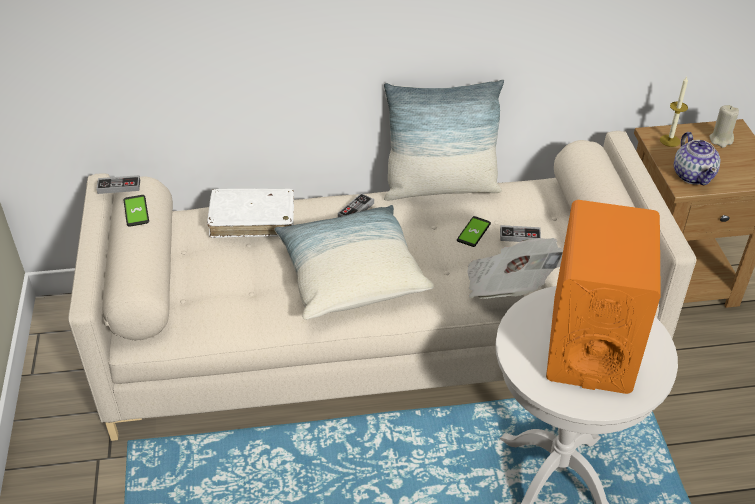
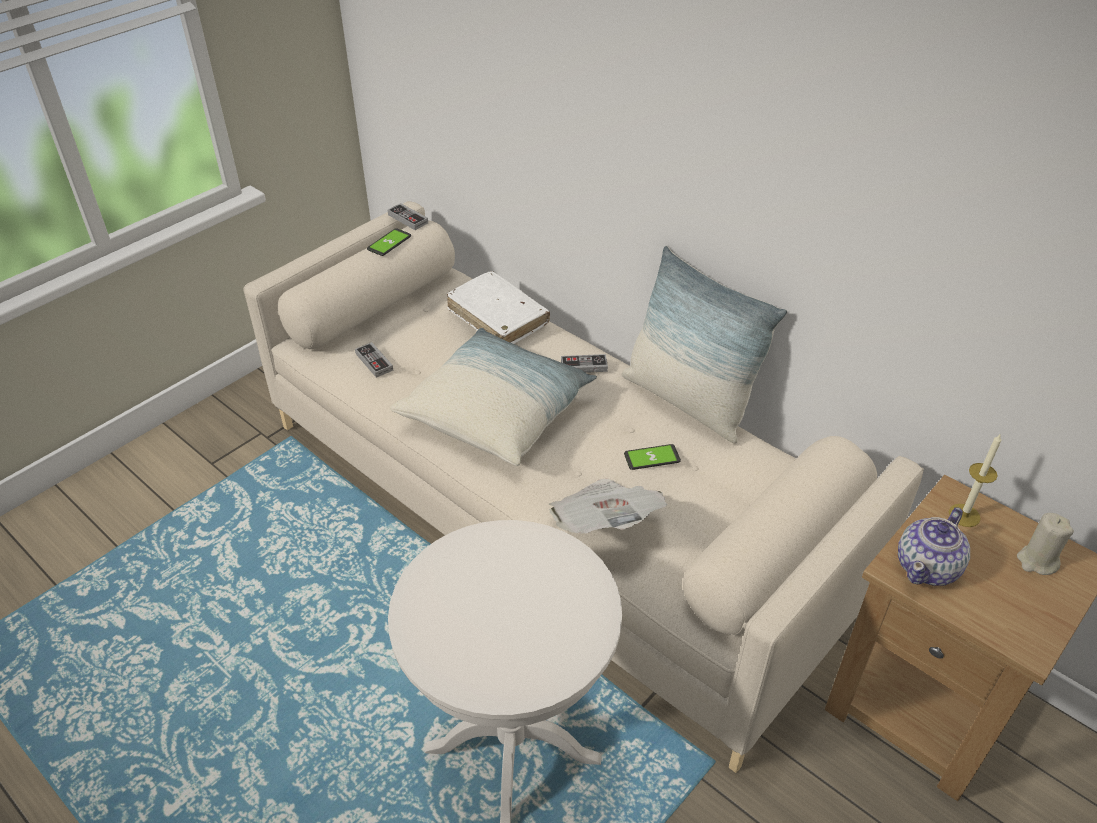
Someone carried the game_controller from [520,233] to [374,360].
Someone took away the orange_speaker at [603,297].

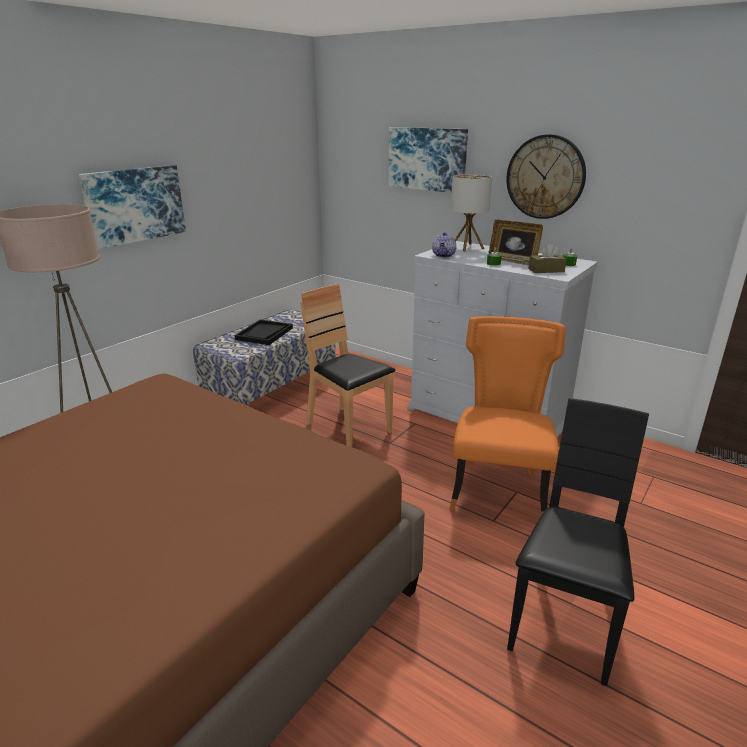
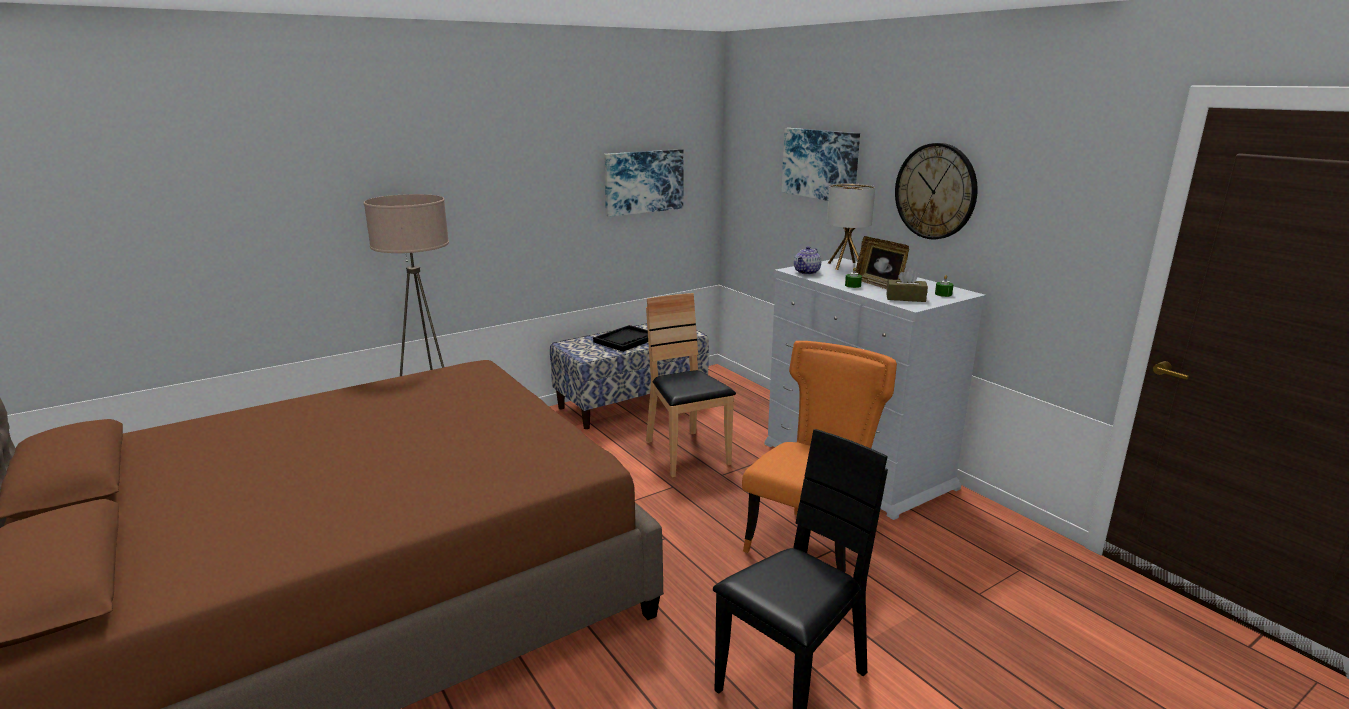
Someone carried the picture from [132,207] to [644,183].

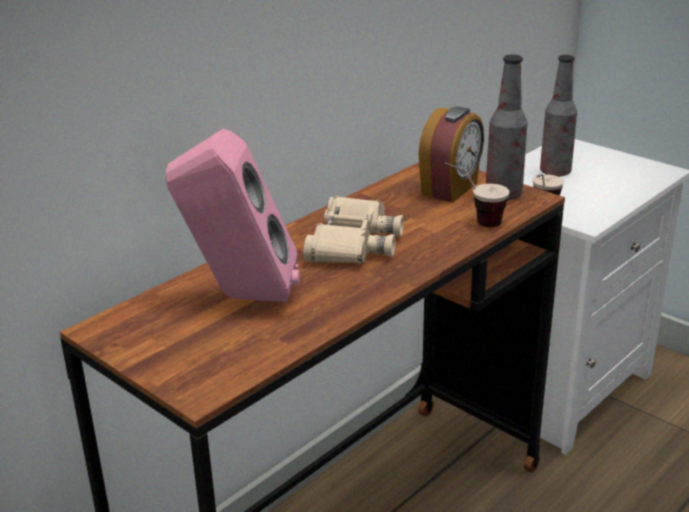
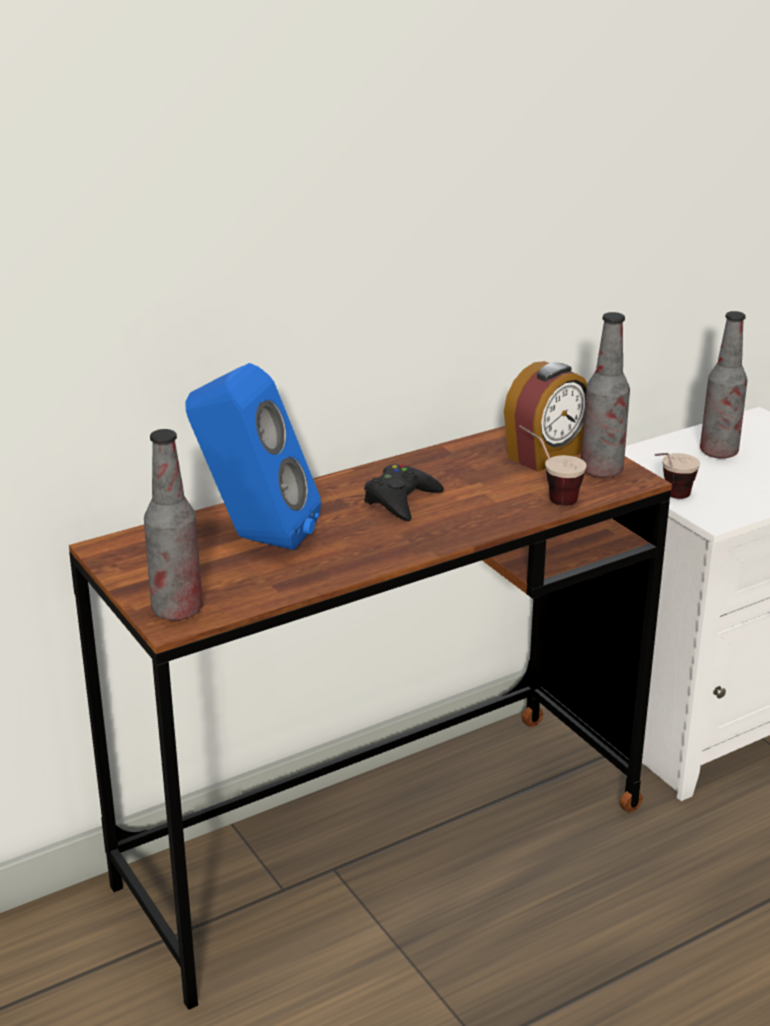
Someone put down the bottle at [173,525].
Someone repainted the pink_speaker at [233,215], which became the blue_speaker at [253,456].
Someone swapped the beige_binoculars at [353,229] for the black_game_controller at [404,492].

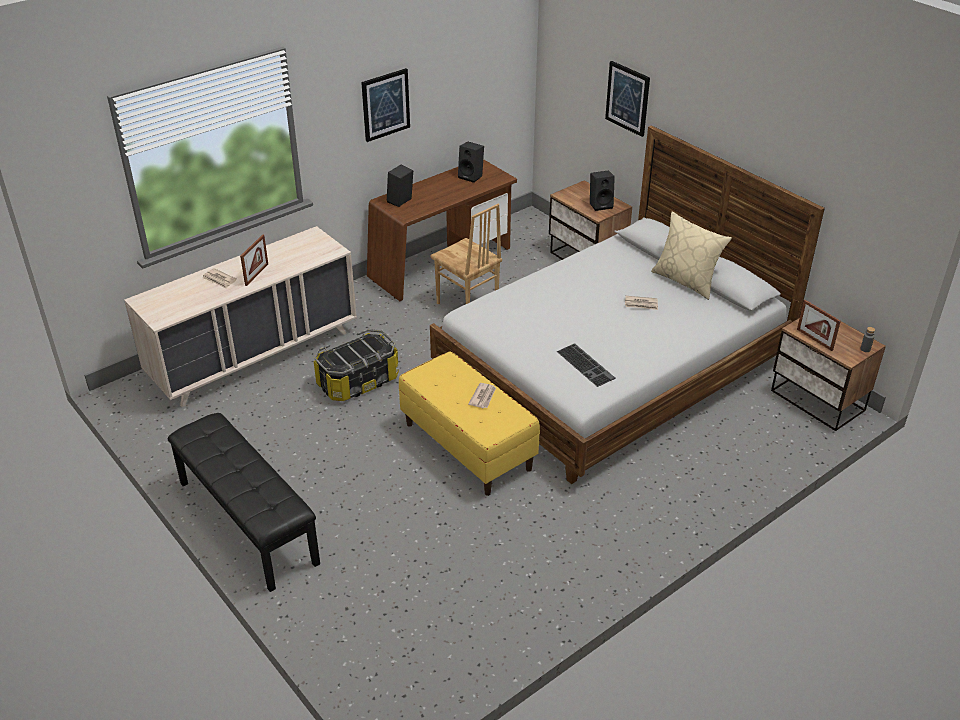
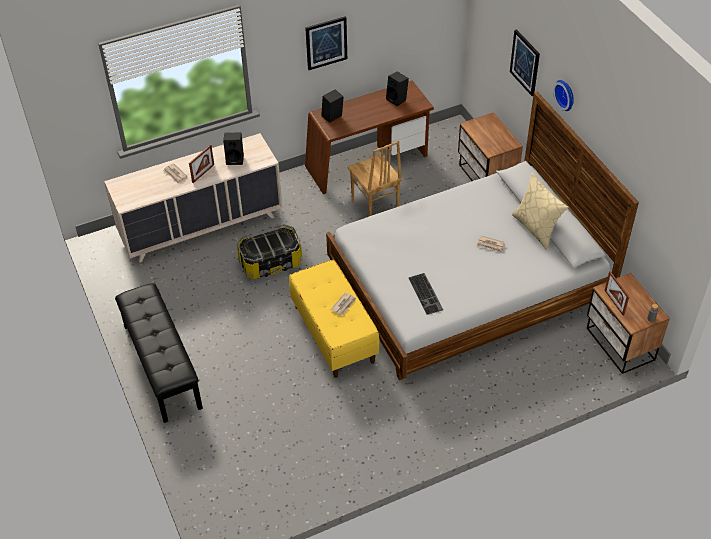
Someone carried the black_speaker from [602,190] to [233,149].
Someone put up the wall_clock at [563,95].

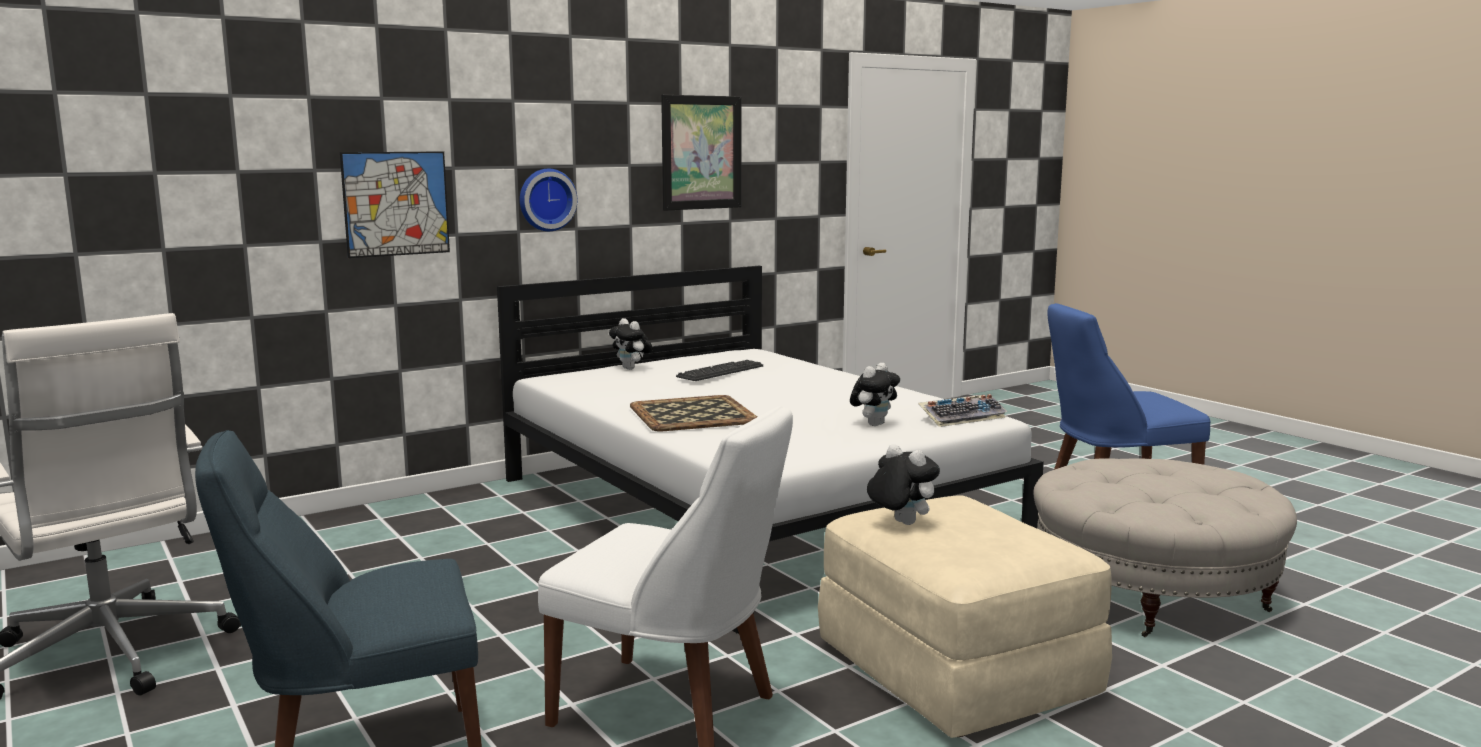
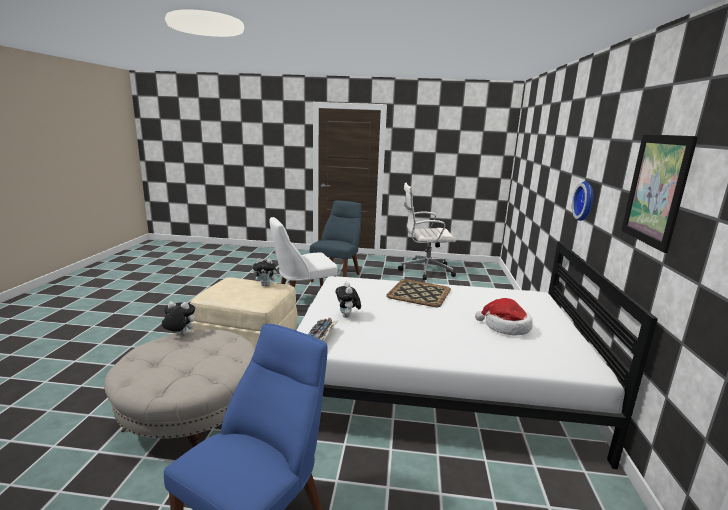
Someone carried the plush_toy from [631,344] to [178,318].
Someone swapped the keyboard at [719,370] for the hat at [504,316].
Someone took away the picture at [395,204].

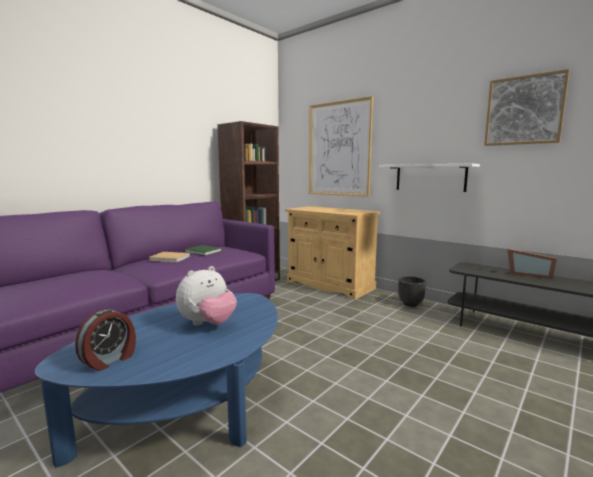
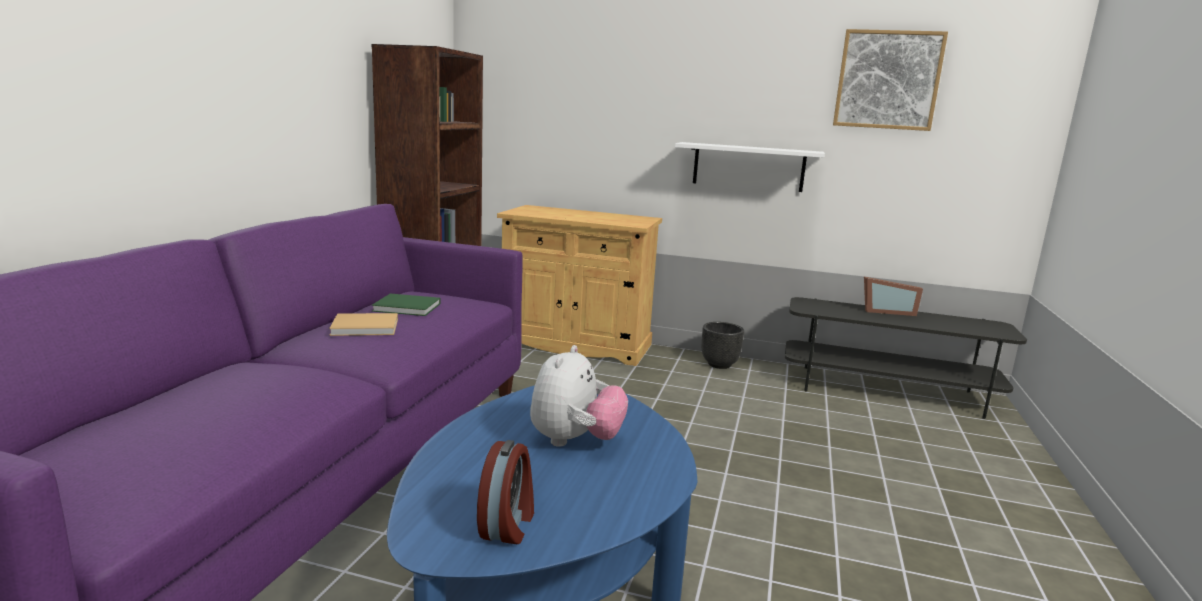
Someone took away the picture at [341,146].

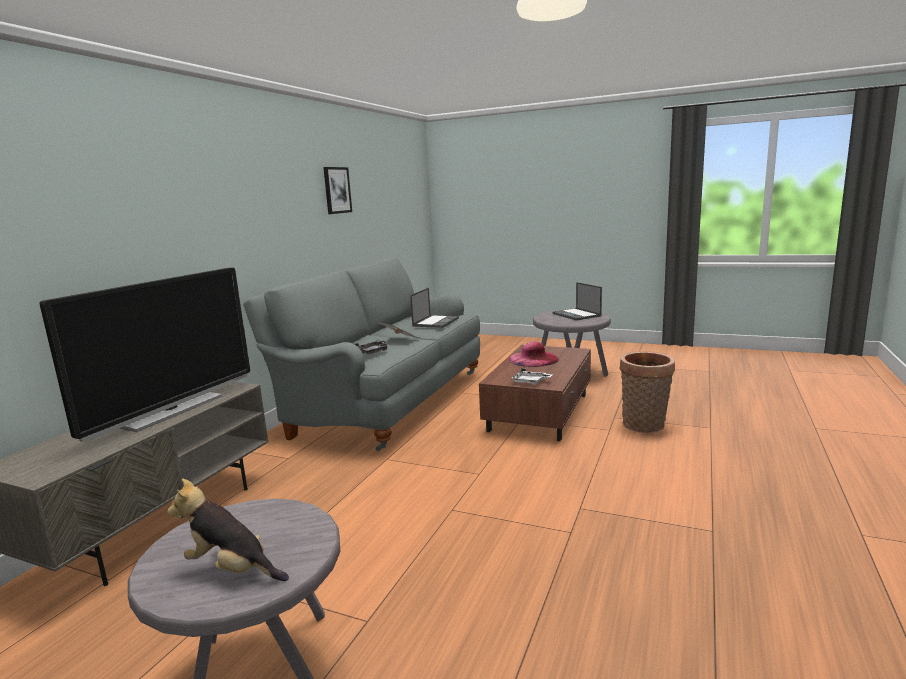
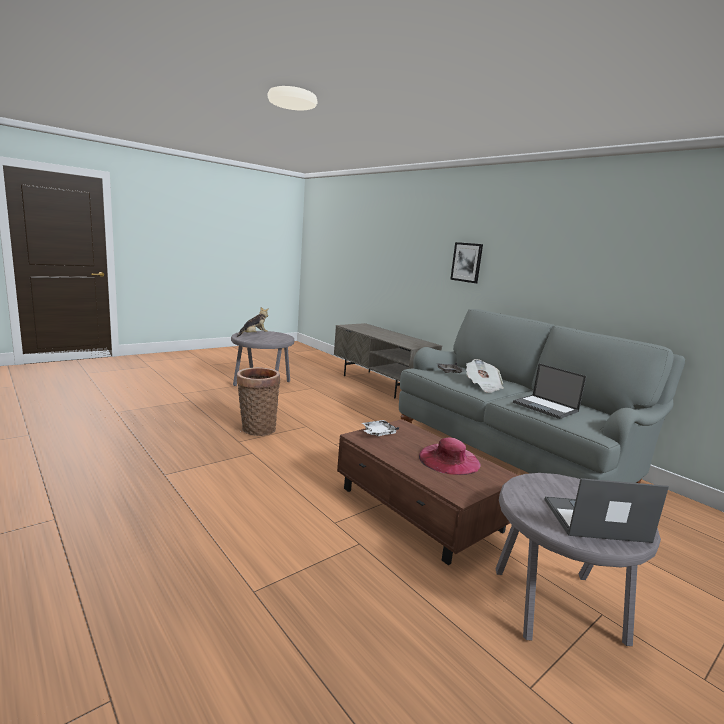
Someone carried the basket from [647,392] to [258,401].
Someone carried the picture from [337,190] to [466,262].
Someone took away the television at [144,355].

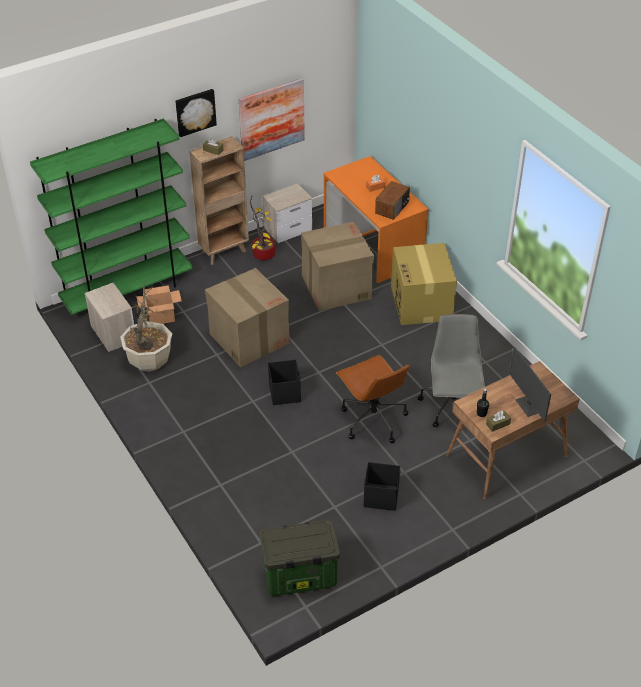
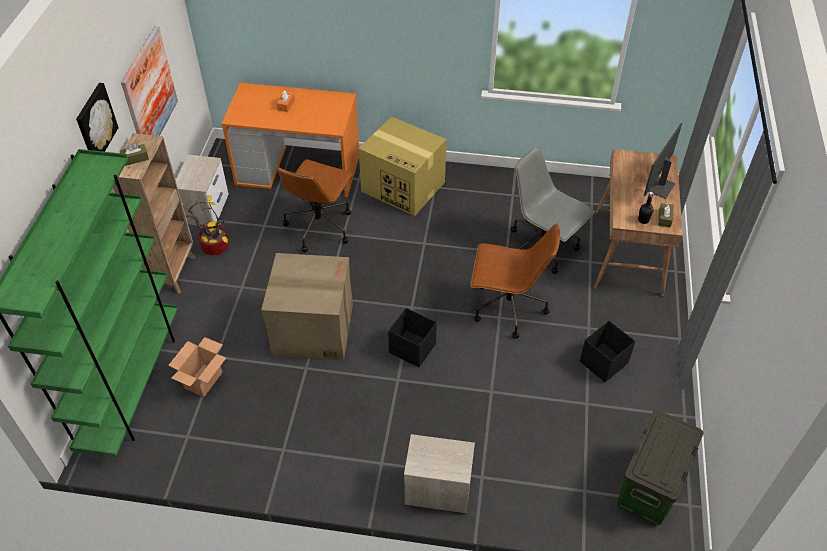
Someone swapped the cardboard_box at [337,266] for the brown_office_chair at [315,205].
Someone carried the nightstand from [109,318] to [439,474].
Someone rotated the monitor at [530,384] by 105 degrees clockwise.
Someone took away the potted_plant at [146,329].
Someone took away the radio at [392,200].

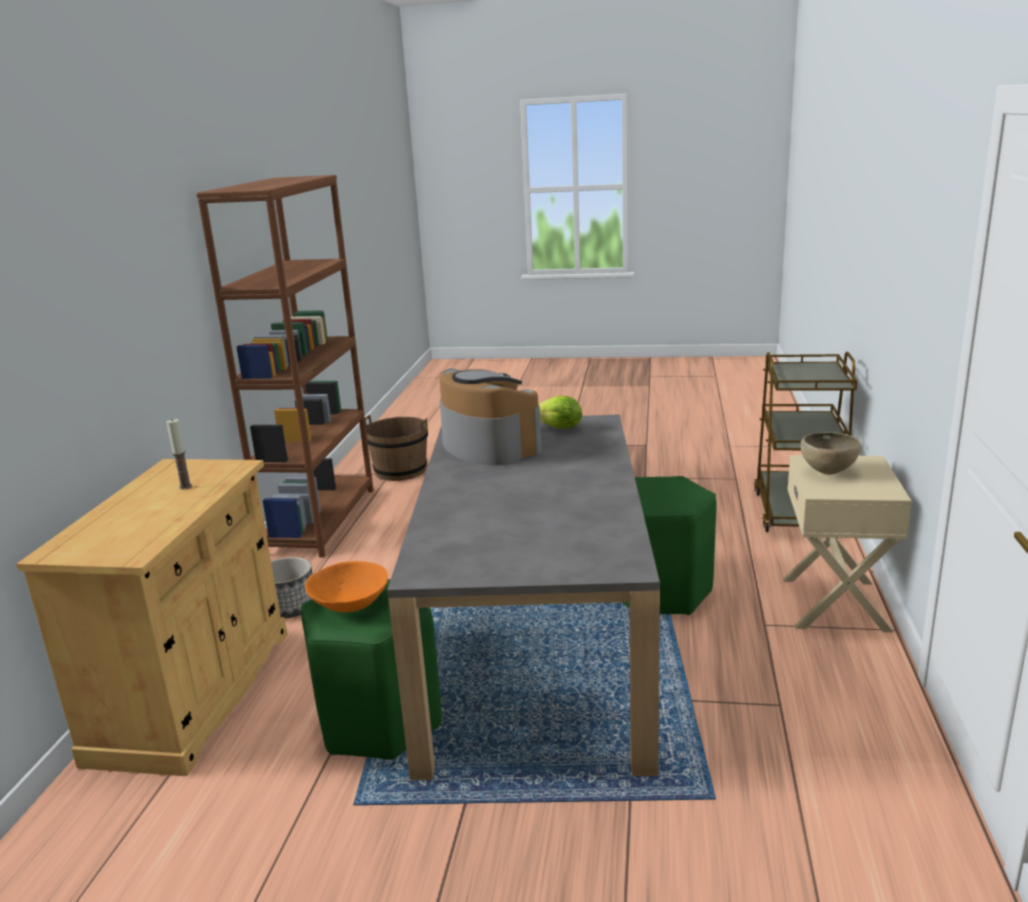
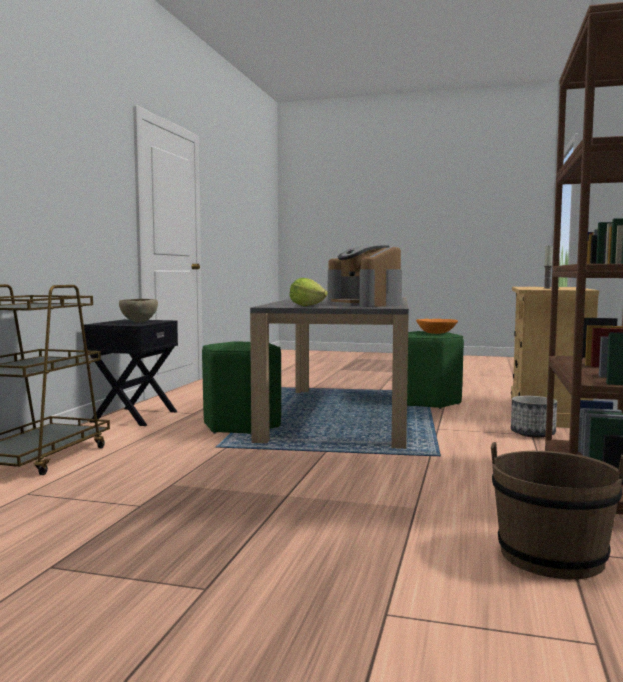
Someone repainted the beige_nightstand at [847,544], which became the black_nightstand at [131,372].

